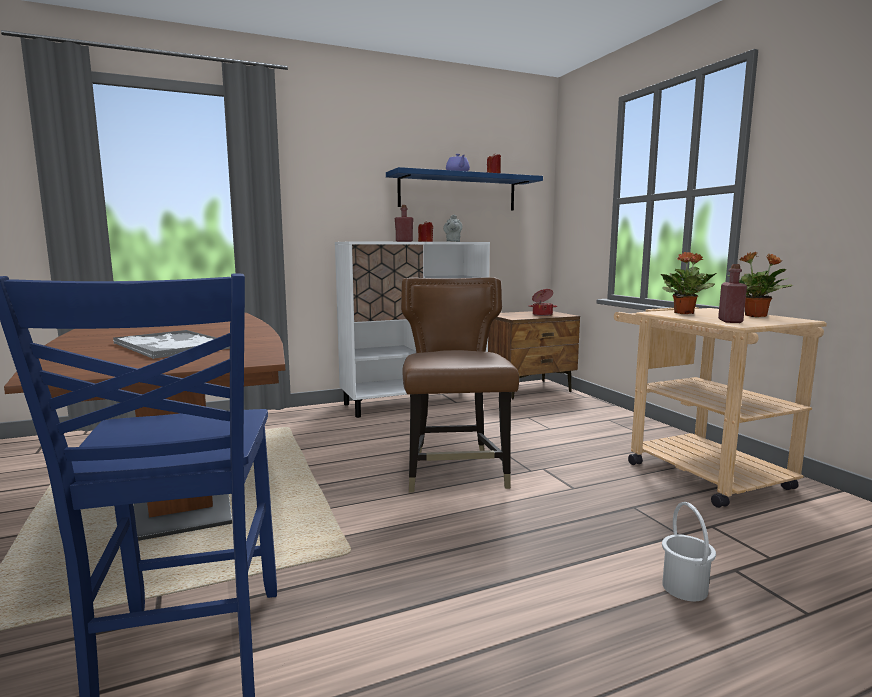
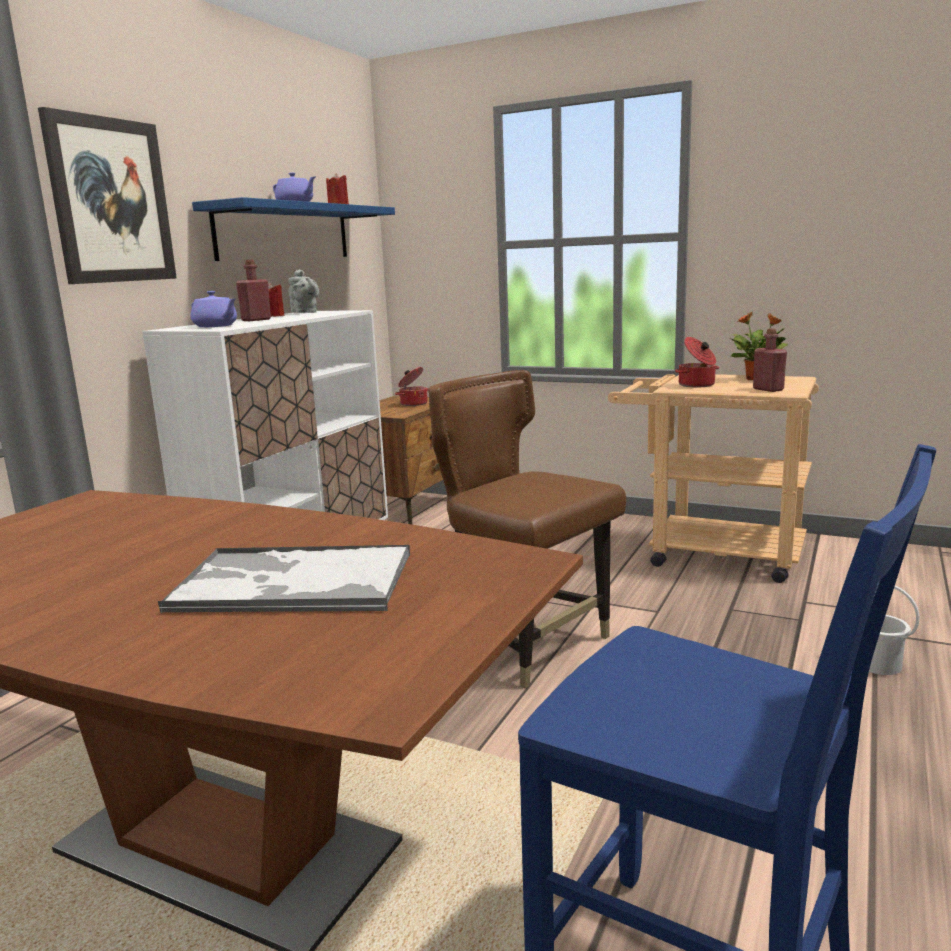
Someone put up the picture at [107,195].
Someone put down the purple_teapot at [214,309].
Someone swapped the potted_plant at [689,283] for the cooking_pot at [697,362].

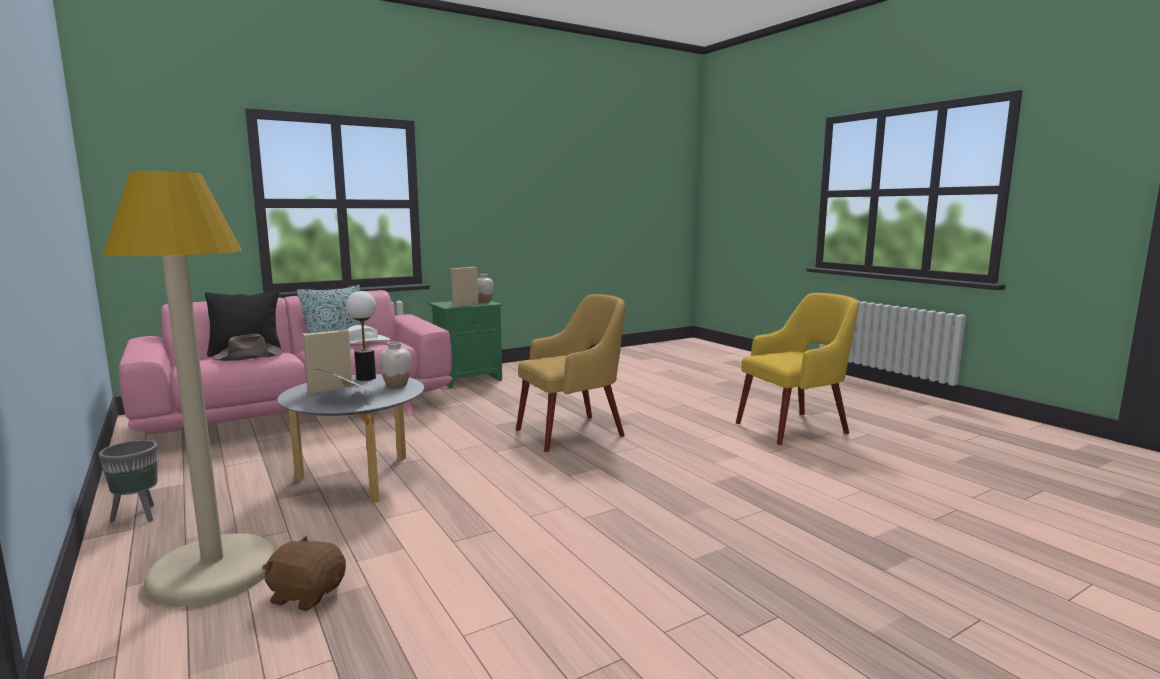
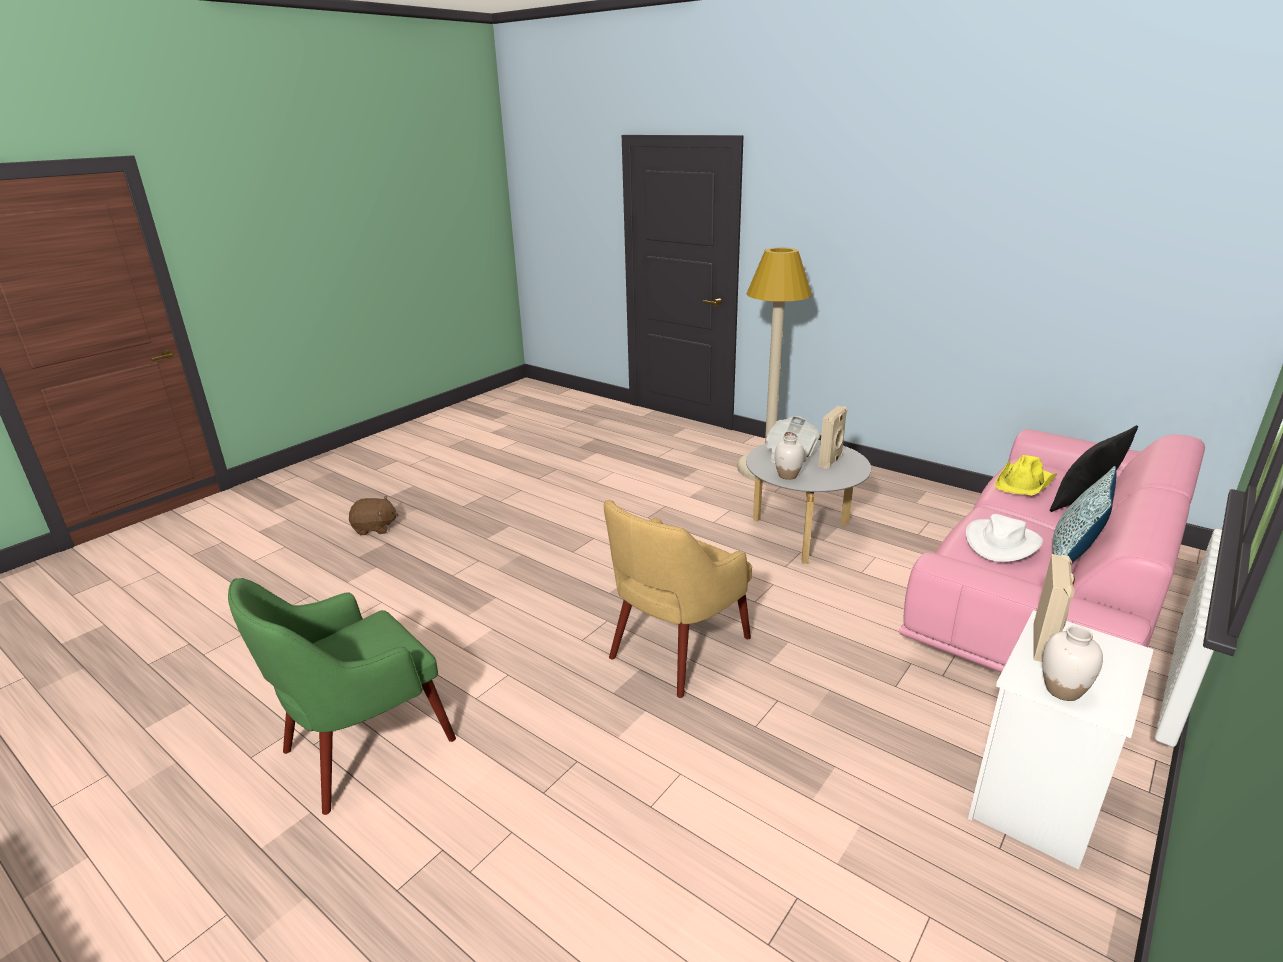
Someone repainted the yellow_armchair at [797,369], which became the green_armchair at [342,696].
Someone carried the brown_plush_toy from [304,573] to [374,515].
Someone repainted the green_nightstand at [465,344], which became the white_nightstand at [1061,740].
Someone repainted the brown_hat at [247,347], which became the yellow_hat at [1026,475].
Someone took away the grey_planter at [128,481].
Someone took away the table_lamp at [361,336].

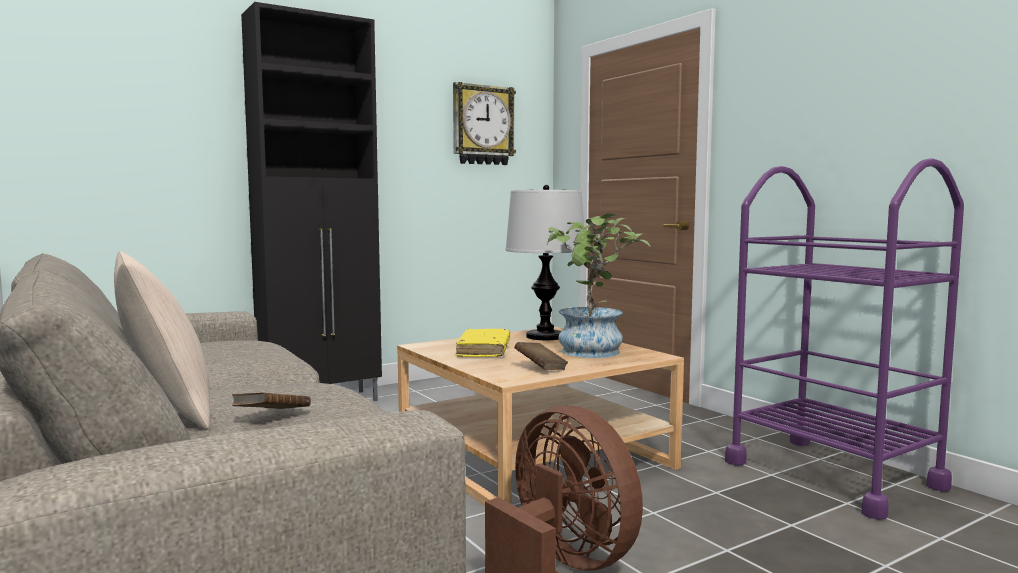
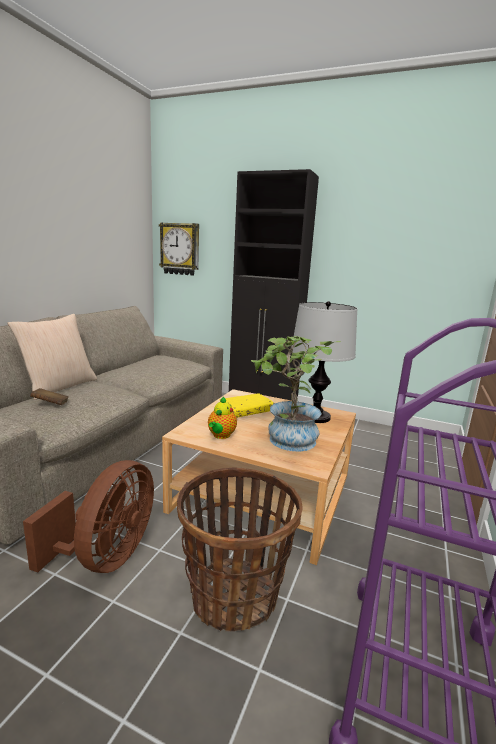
Someone carried the wall_clock from [484,123] to [179,249].
Someone put down the basket at [239,549].
Someone swapped the brown_book at [541,356] for the teapot at [222,418].

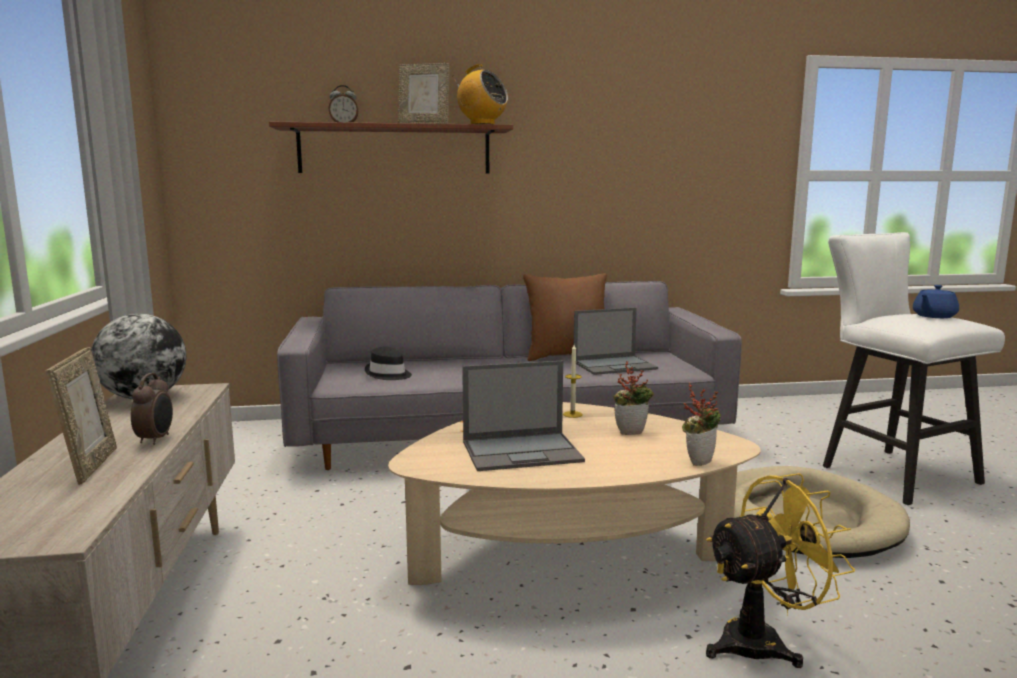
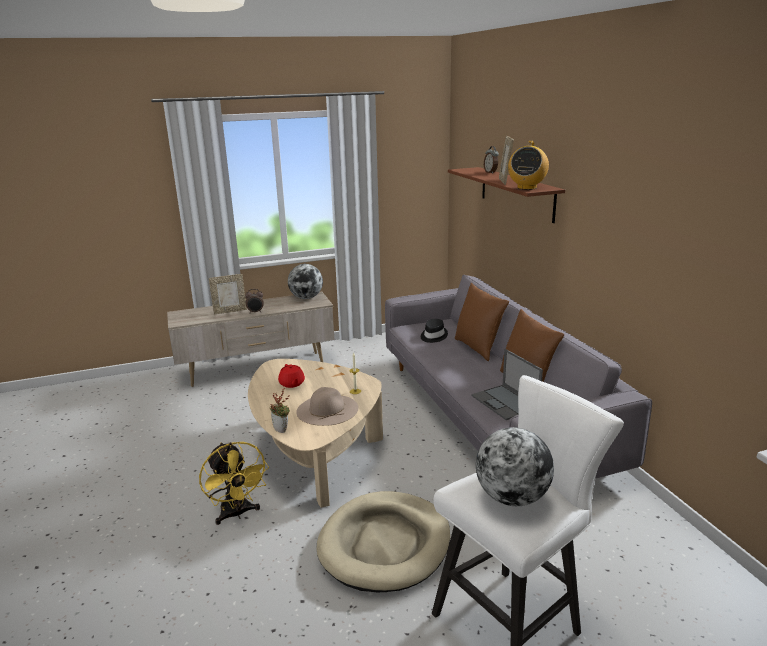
Someone swapped the laptop at [523,416] for the red_teapot at [291,376].
Someone swapped the potted_plant at [634,398] for the beige_hat at [327,406].
Someone put down the brown_pillow at [482,322].
Someone swapped the blue_teapot at [936,301] for the globe at [515,466].

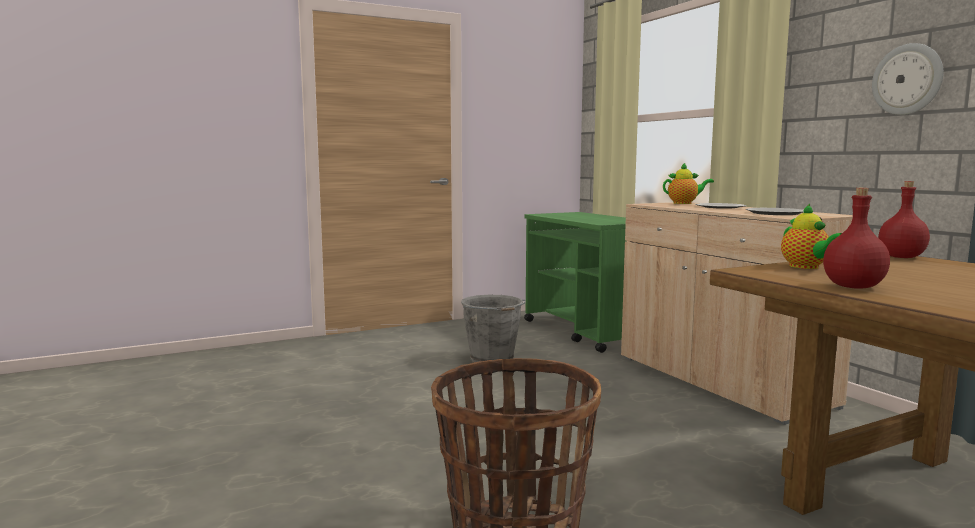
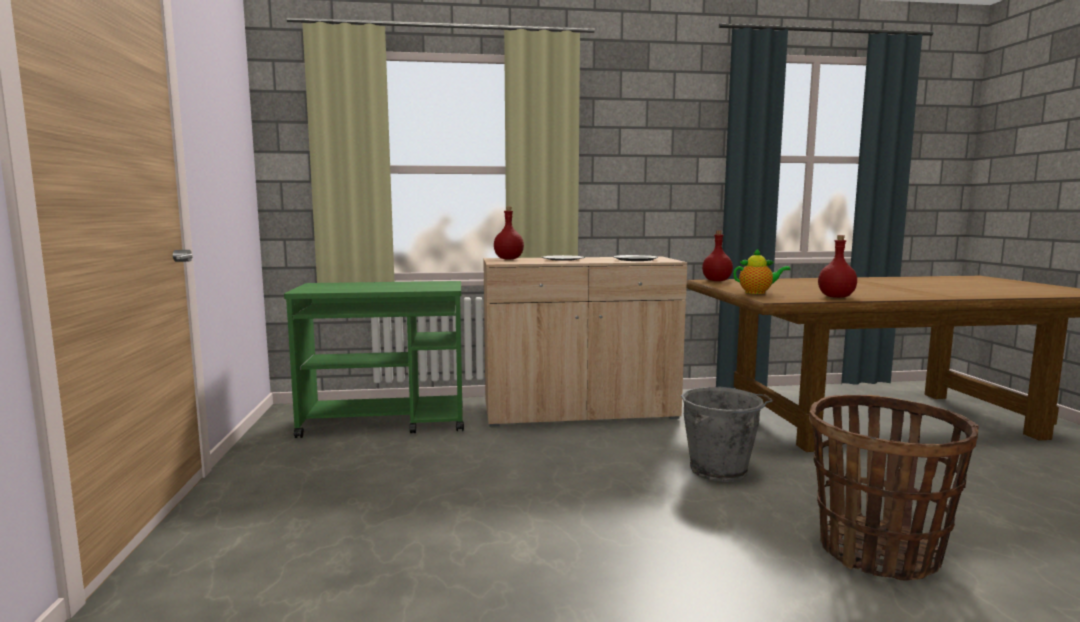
Someone swapped the teapot at [688,183] for the red_bottle at [509,233].
Someone carried the grey_bucket from [493,328] to [727,434].
Someone took away the wall_clock at [908,79].

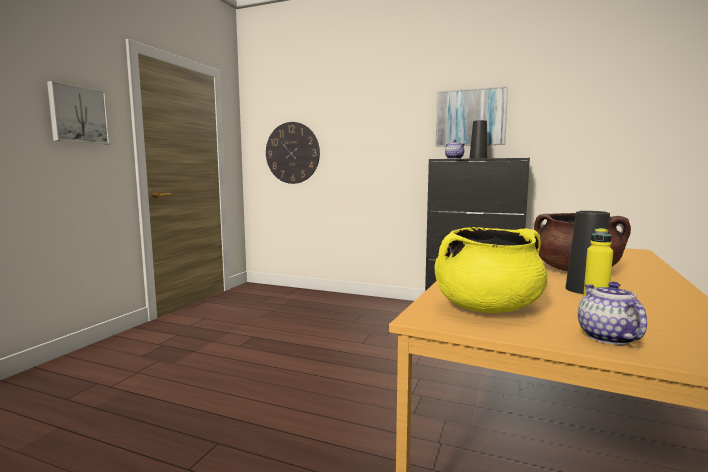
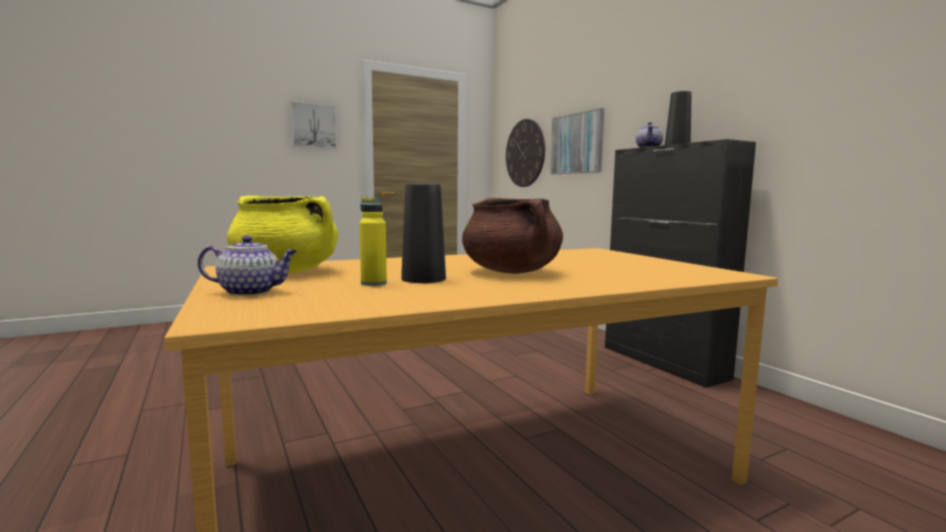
Someone rotated the teapot at [612,313] by 45 degrees clockwise.
Someone carried the picture from [472,116] to [577,141].

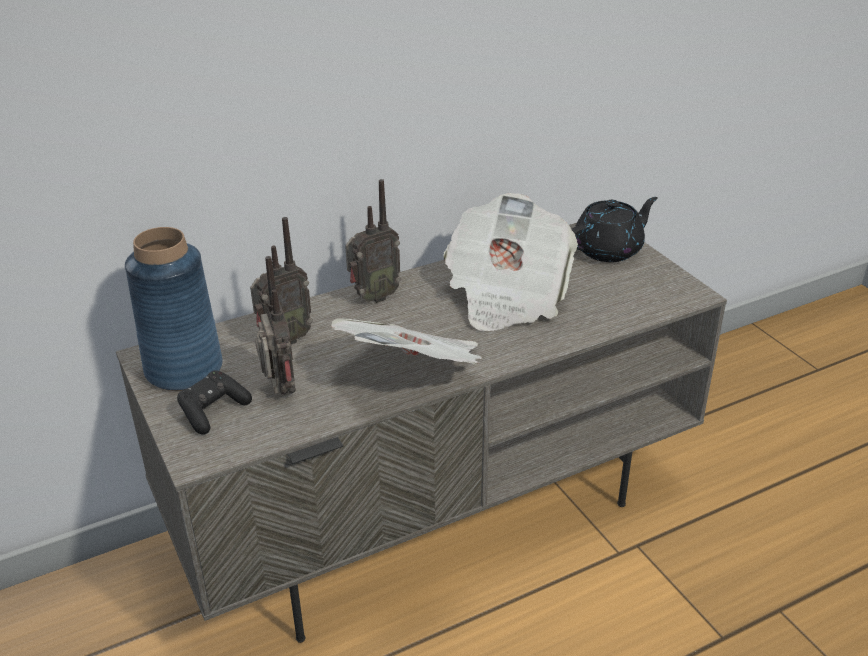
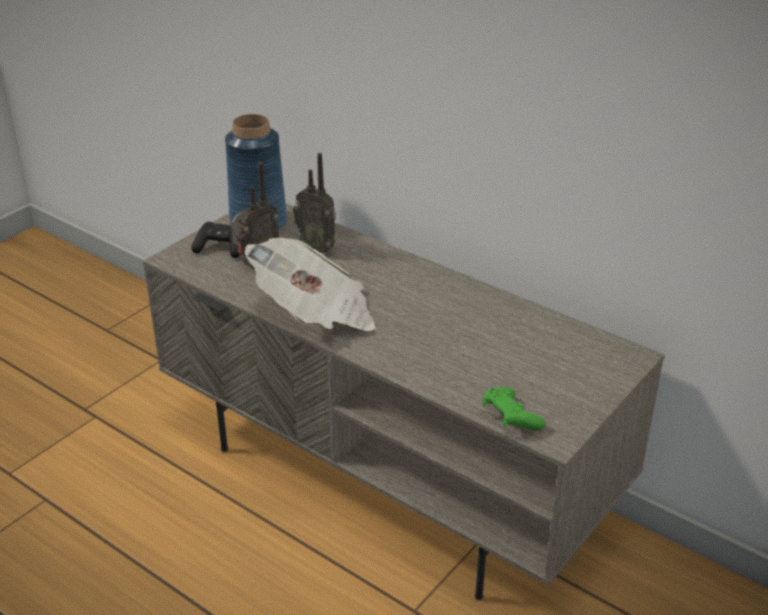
Someone put down the green_game_controller at [513,409].
Someone took away the radio at [373,241].
Someone took away the newspaper at [510,262].
Someone took away the black_teapot at [615,229].

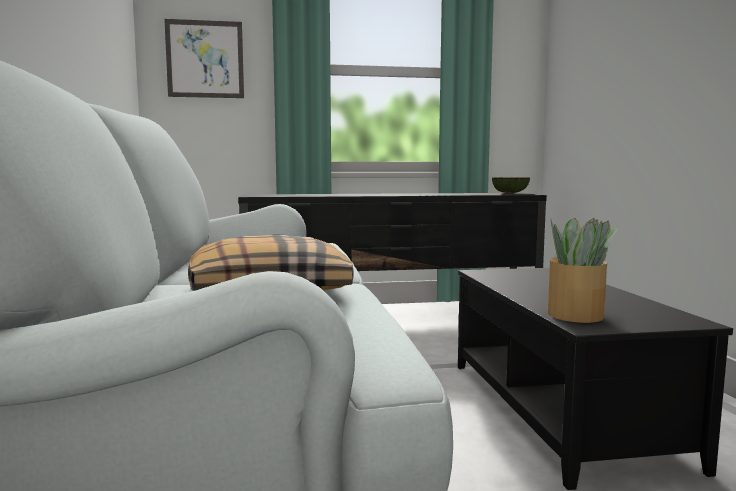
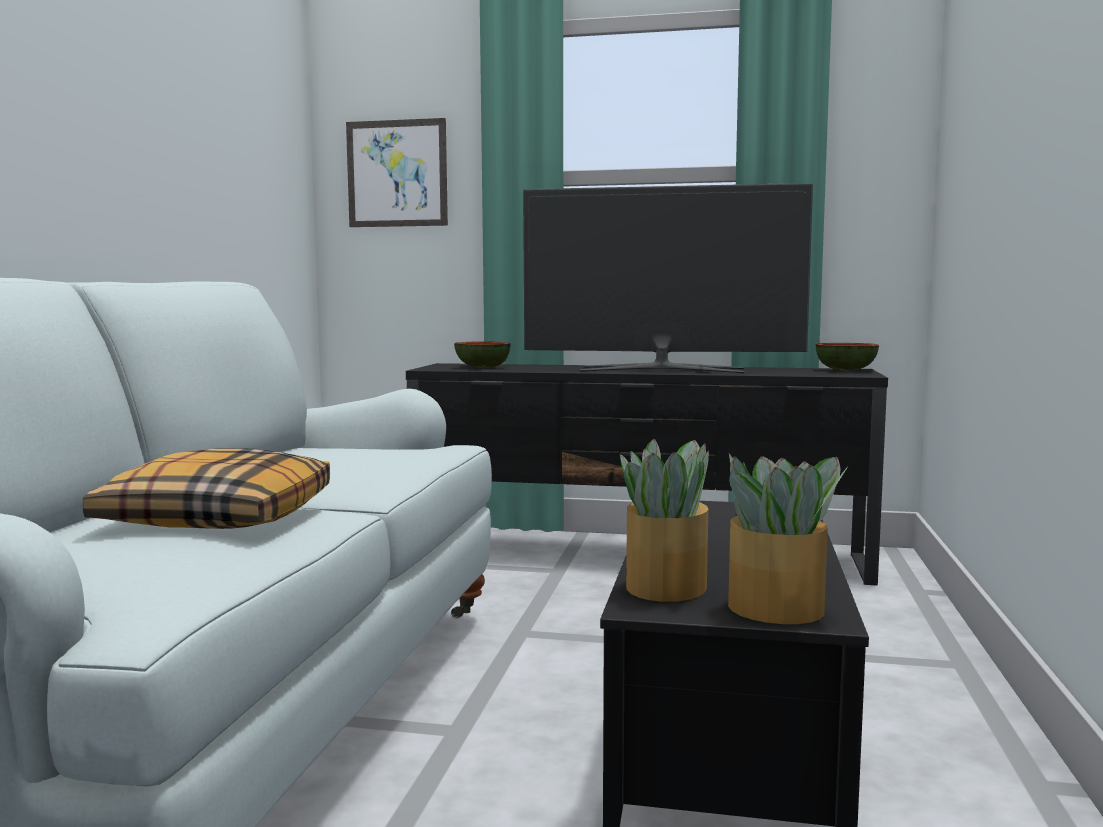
Someone put down the bowl at [482,354].
Someone put down the television at [668,278].
Someone put down the potted_plant at [788,539].

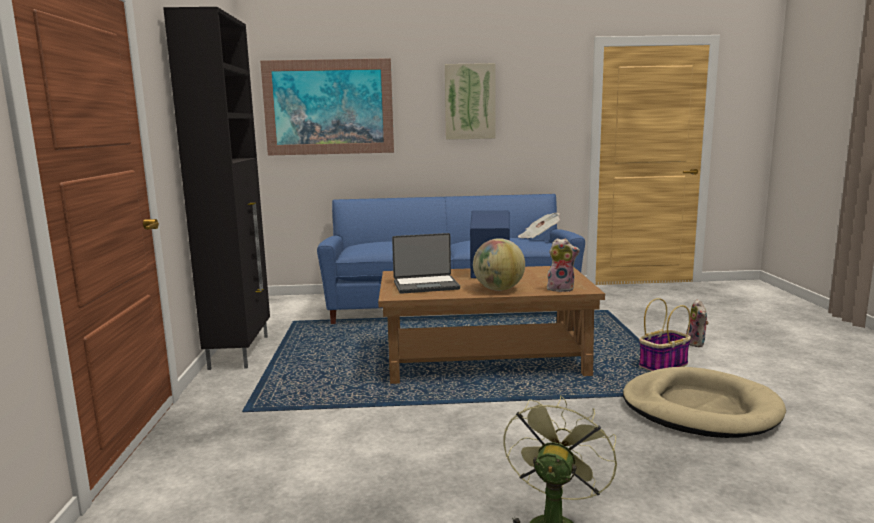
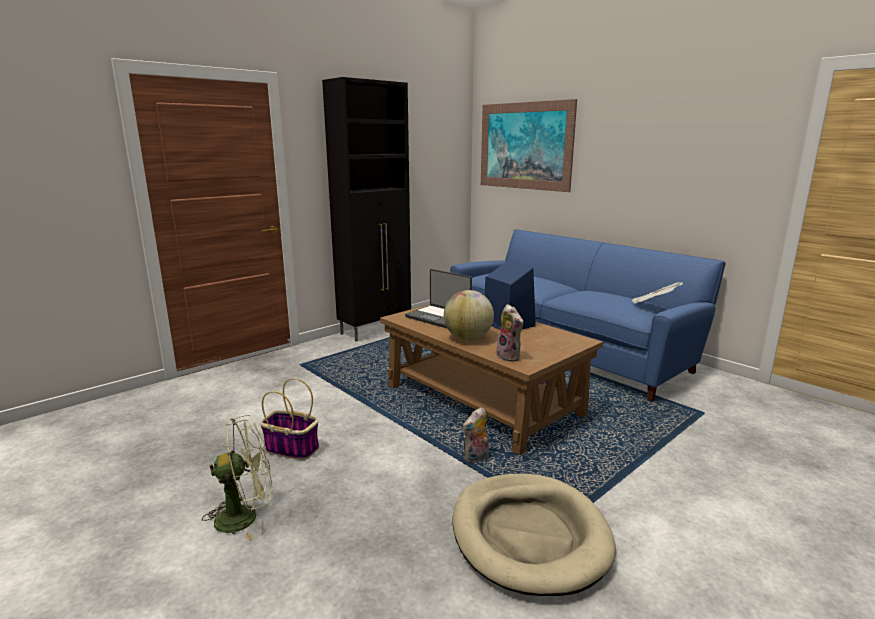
Someone carried the basket from [665,334] to [289,419].
Someone carried the plush_toy from [697,323] to [476,434].
Someone took away the picture at [470,101].

